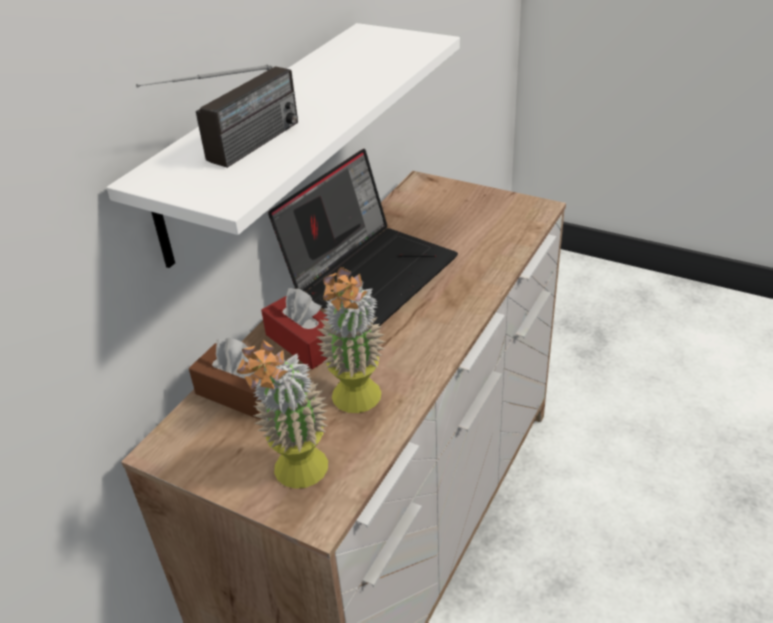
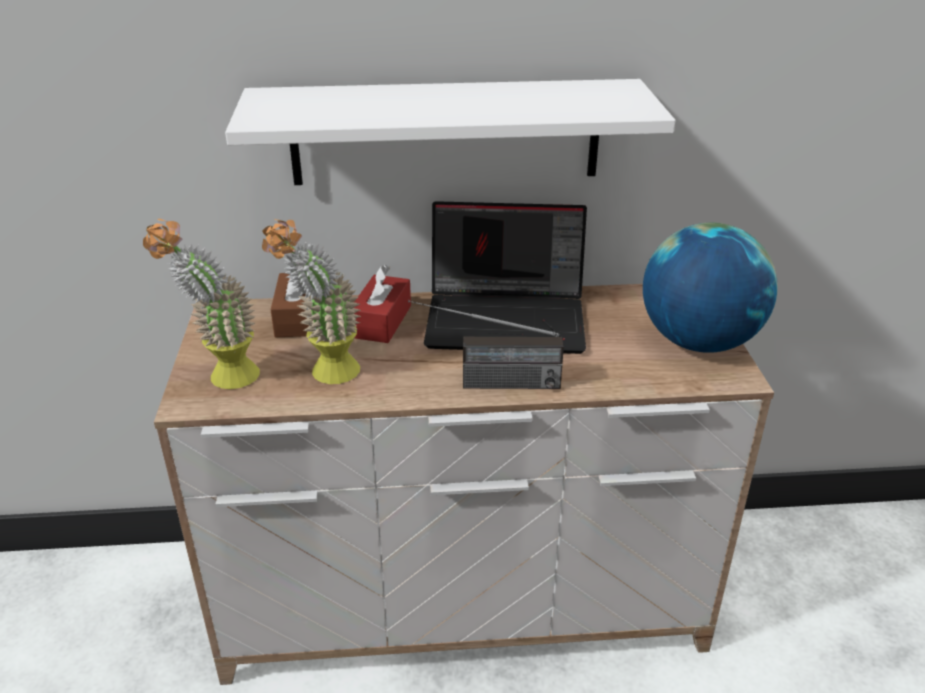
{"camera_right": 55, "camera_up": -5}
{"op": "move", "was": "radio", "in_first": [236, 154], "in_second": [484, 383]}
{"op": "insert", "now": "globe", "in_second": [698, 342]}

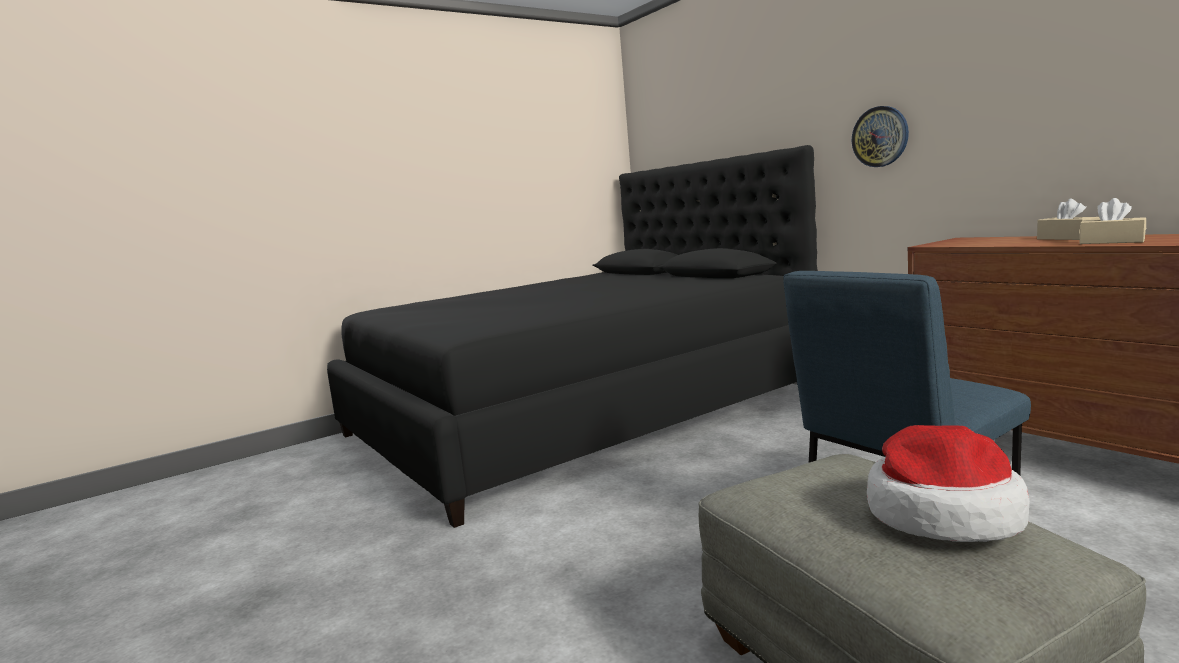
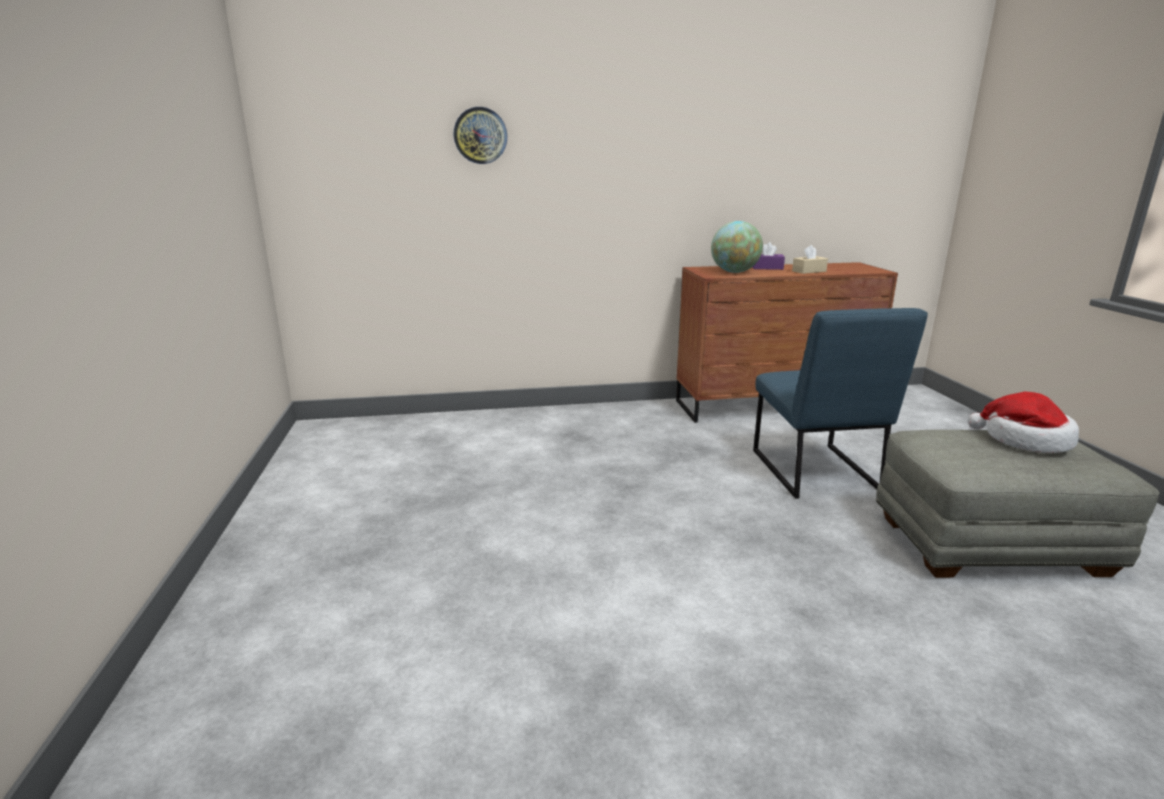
{"camera_right": -65, "camera_up": 10}
{"op": "move", "was": "wall_clock", "in_first": [880, 136], "in_second": [480, 135]}
{"op": "insert", "now": "globe", "in_second": [734, 272]}
{"op": "recolor", "was": "beige_tissue_box", "now": "purple_tissue_box", "in_first": [1067, 238], "in_second": [767, 268]}
{"op": "delete", "was": "black_bed", "in_first": [581, 414]}

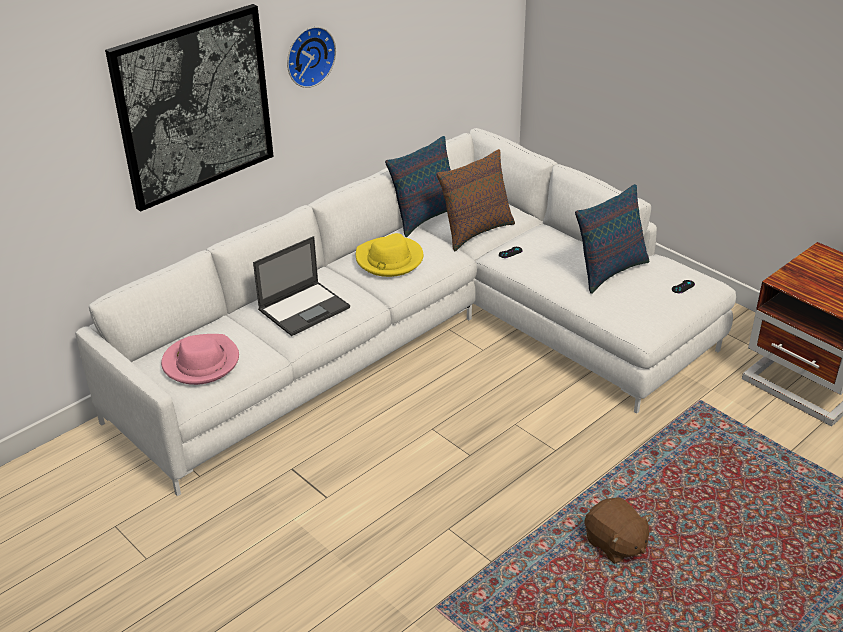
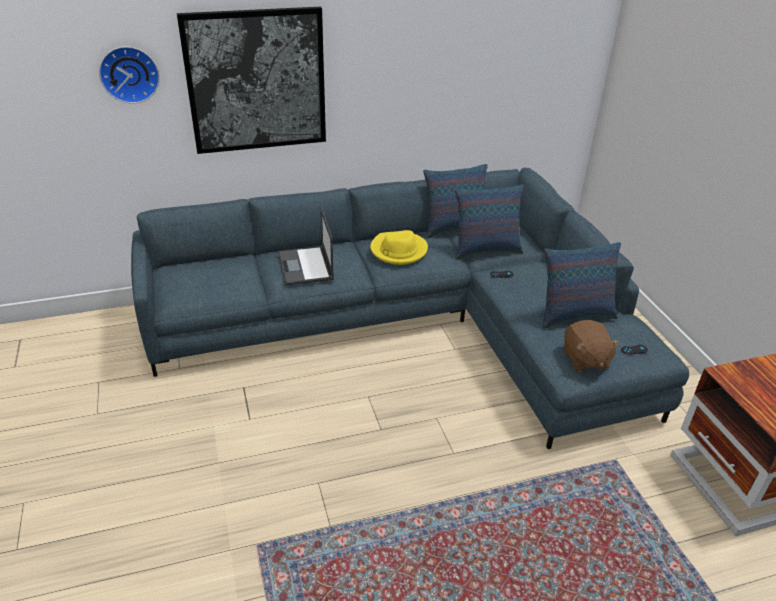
{"camera_right": 25, "camera_up": 0}
{"op": "move", "was": "wall_clock", "in_first": [308, 55], "in_second": [129, 74]}
{"op": "recolor", "was": "white_sofa", "now": "blue_sofa", "in_first": [425, 339], "in_second": [416, 325]}
{"op": "rotate", "was": "laptop", "in_first": [305, 308], "in_second": [306, 266], "clockwise": 90}
{"op": "recolor", "was": "brown_pillow", "now": "blue_pillow", "in_first": [477, 232], "in_second": [486, 251]}
{"op": "move", "was": "brown_plush_toy", "in_first": [614, 544], "in_second": [585, 360]}
{"op": "delete", "was": "pink_hat", "in_first": [201, 362]}

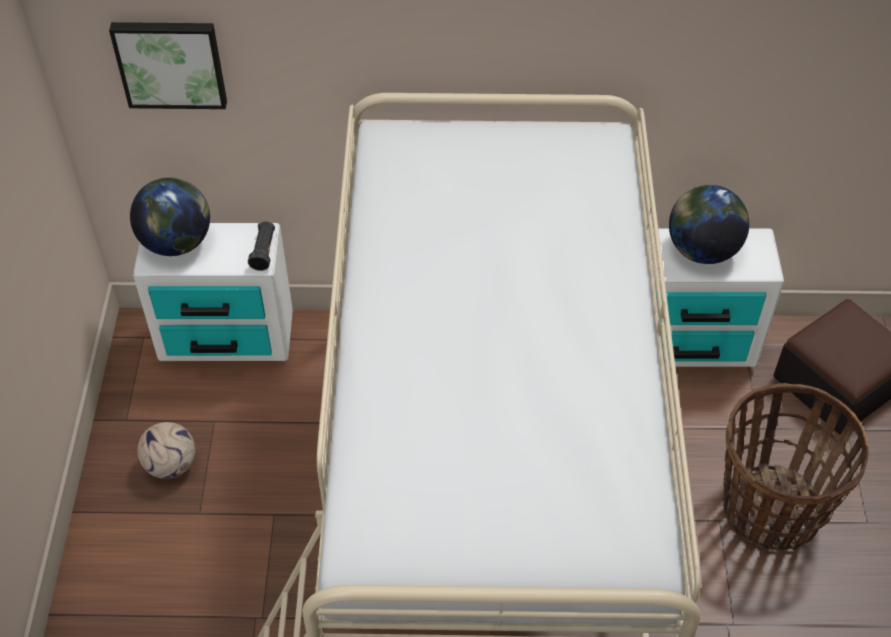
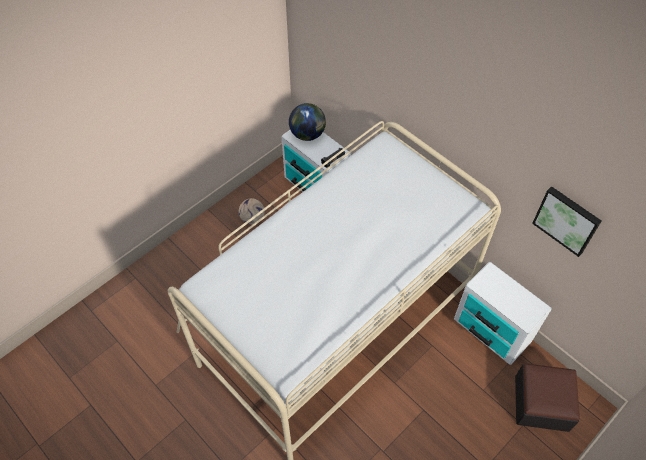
{"camera_right": 45, "camera_up": 5}
{"op": "move", "was": "picture", "in_first": [171, 62], "in_second": [567, 220]}
{"op": "delete", "was": "globe", "in_first": [702, 250]}
{"op": "delete", "was": "basket", "in_first": [770, 510]}

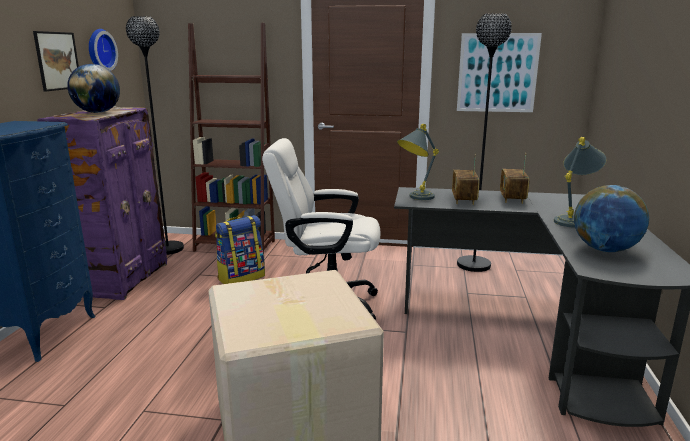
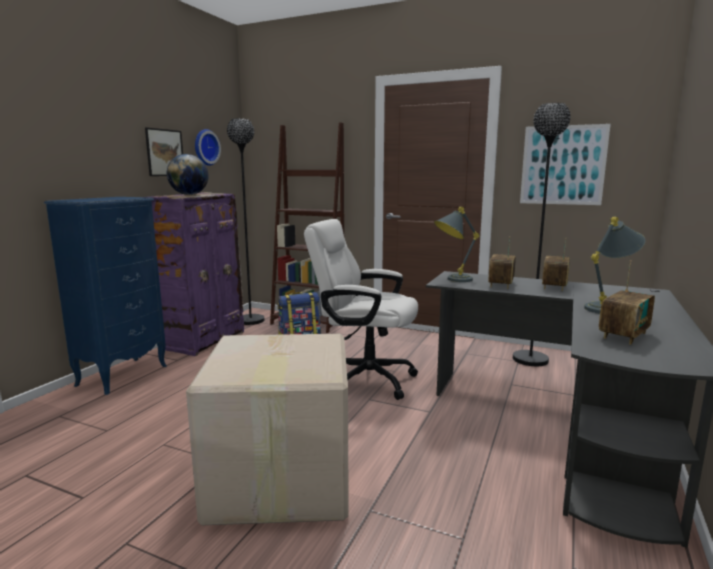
{"camera_right": 15, "camera_up": -5}
{"op": "replace", "was": "globe", "now": "radio", "in_first": [605, 249], "in_second": [623, 335]}

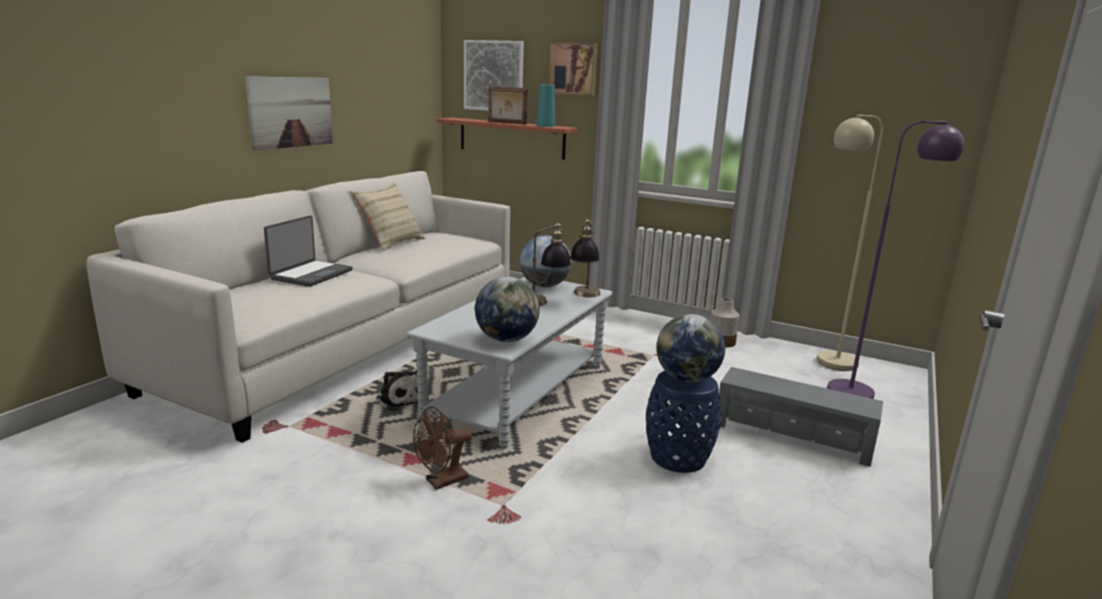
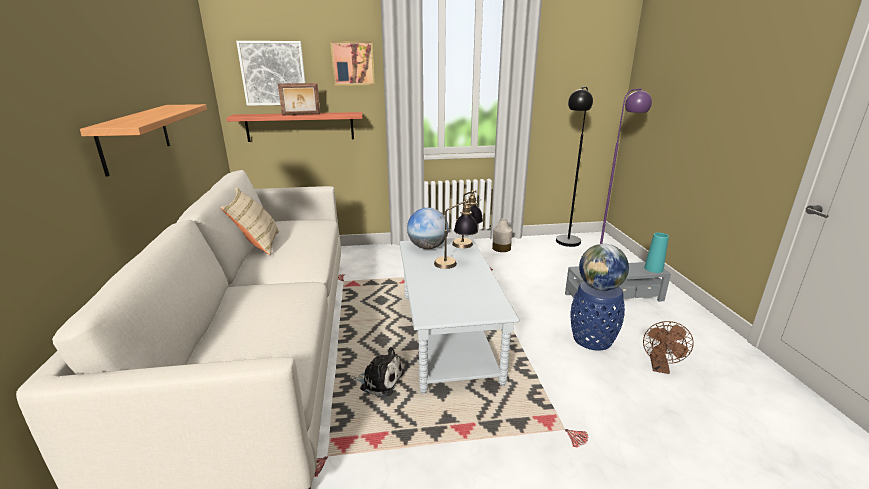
{"camera_right": -35, "camera_up": 5}
{"op": "replace", "was": "picture", "now": "shelf", "in_first": [291, 112], "in_second": [135, 137]}
{"op": "recolor", "was": "beige_floor_lamp", "now": "black_floor_lamp", "in_first": [827, 364], "in_second": [566, 244]}
{"op": "move", "was": "brown_fan", "in_first": [441, 482], "in_second": [660, 368]}
{"op": "move", "was": "turquoise_vase", "in_first": [545, 126], "in_second": [653, 269]}
{"op": "delete", "was": "laptop", "in_first": [310, 274]}
{"op": "delete", "was": "globe", "in_first": [506, 339]}

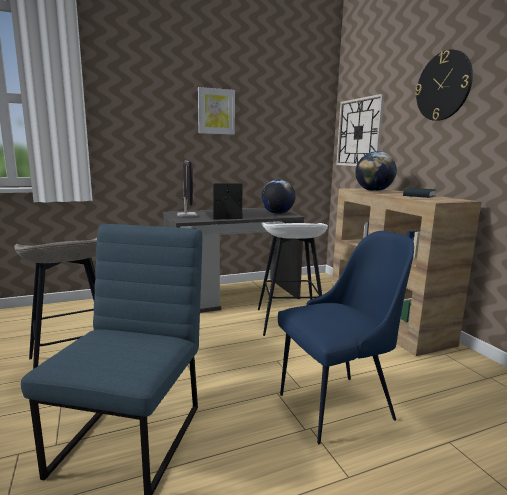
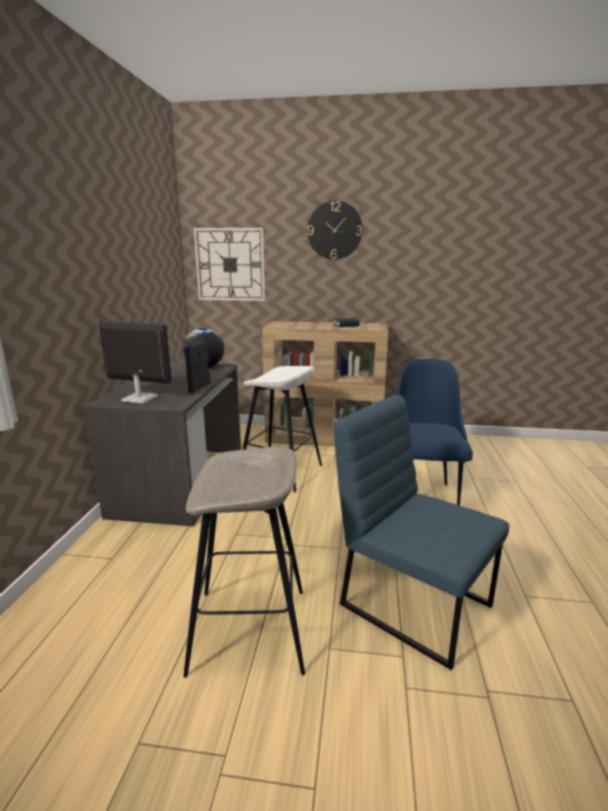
{"camera_right": -60, "camera_up": 5}
{"op": "delete", "was": "picture", "in_first": [216, 111]}
{"op": "delete", "was": "globe", "in_first": [374, 191]}

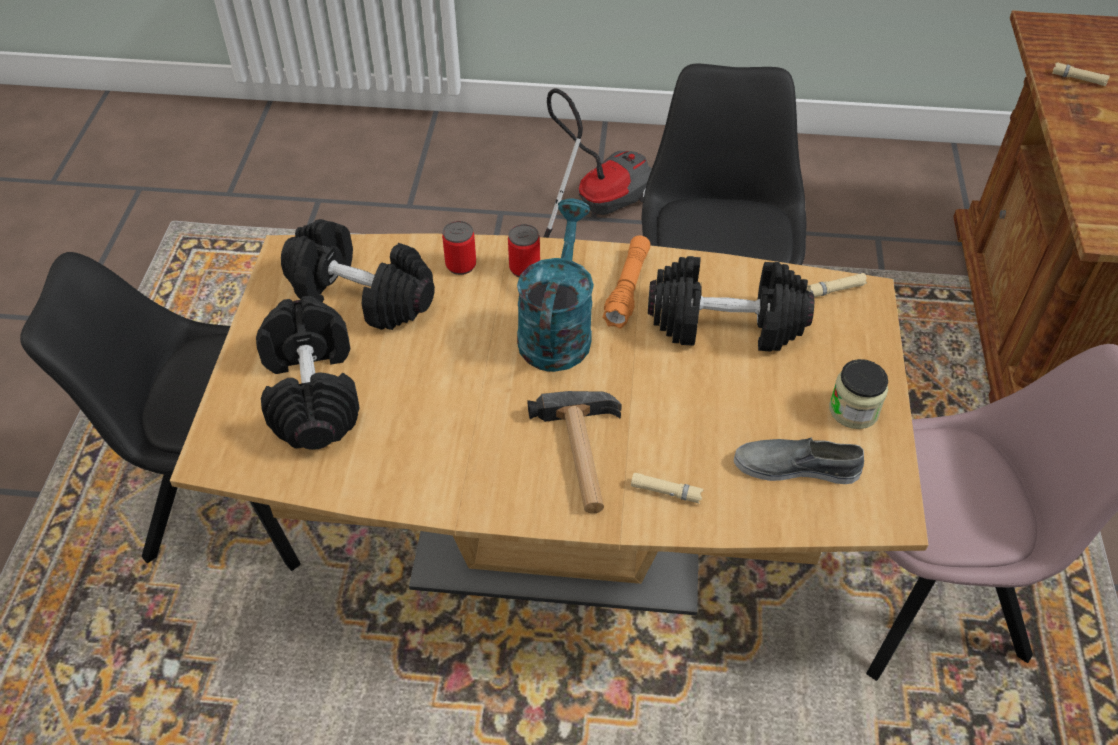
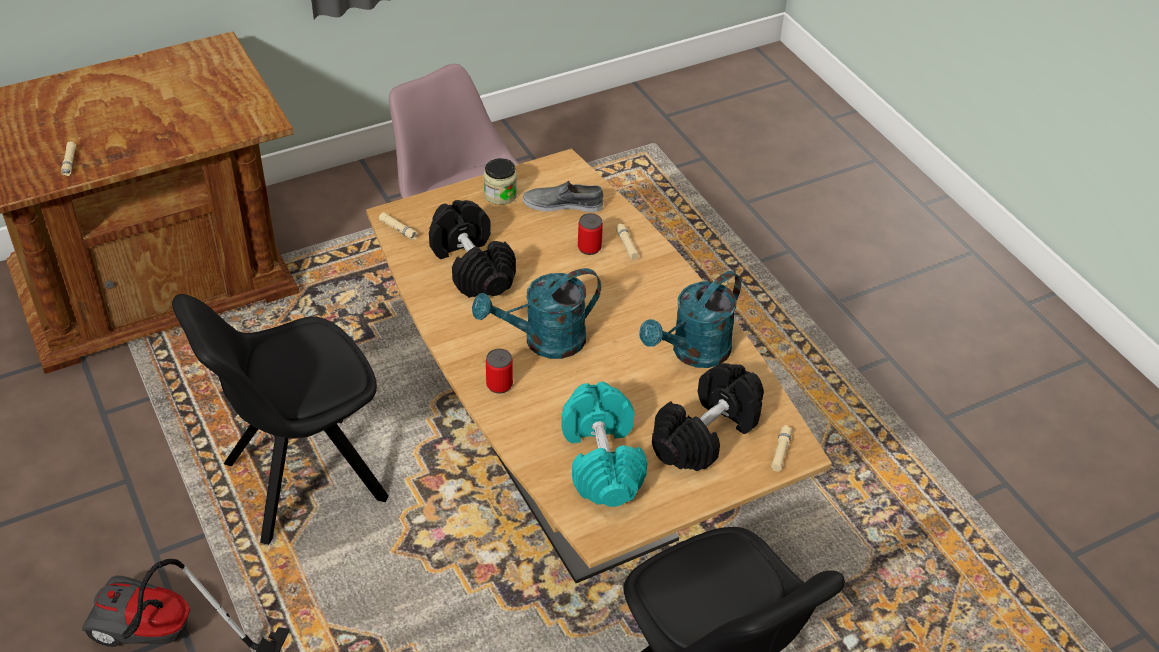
{"camera_right": -125, "camera_up": -5}
{"op": "rotate", "was": "grey_shoe", "in_first": [796, 466], "in_second": [563, 204], "clockwise": 120}
{"op": "recolor", "was": "black_dumbbell", "now": "turquoise_dumbbell", "in_first": [360, 296], "in_second": [603, 461]}
{"op": "move", "was": "can", "in_first": [461, 265], "in_second": [589, 247]}
{"op": "insert", "now": "turquoise_watering_can", "in_second": [693, 353]}
{"op": "insert", "now": "beige_flashlight", "in_second": [780, 451]}
{"op": "delete", "was": "hammer", "in_first": [583, 457]}
{"op": "delete", "was": "orange_flashlight", "in_first": [627, 288]}

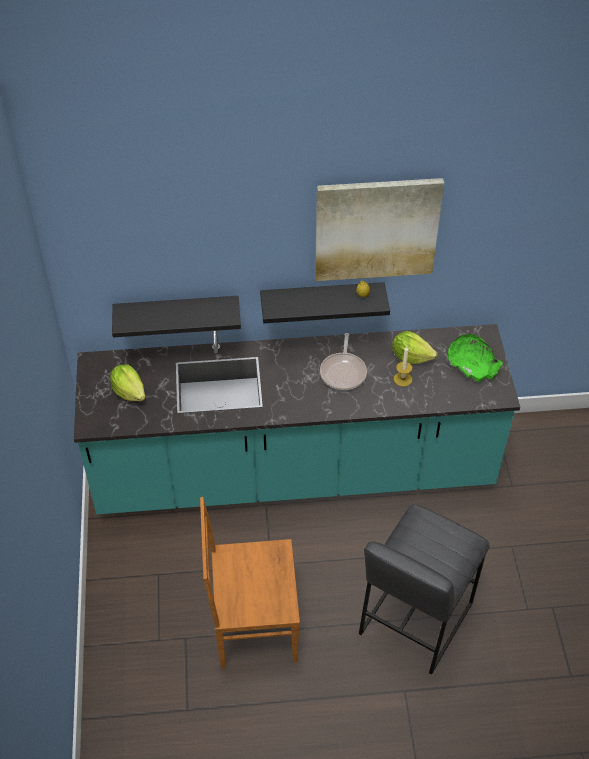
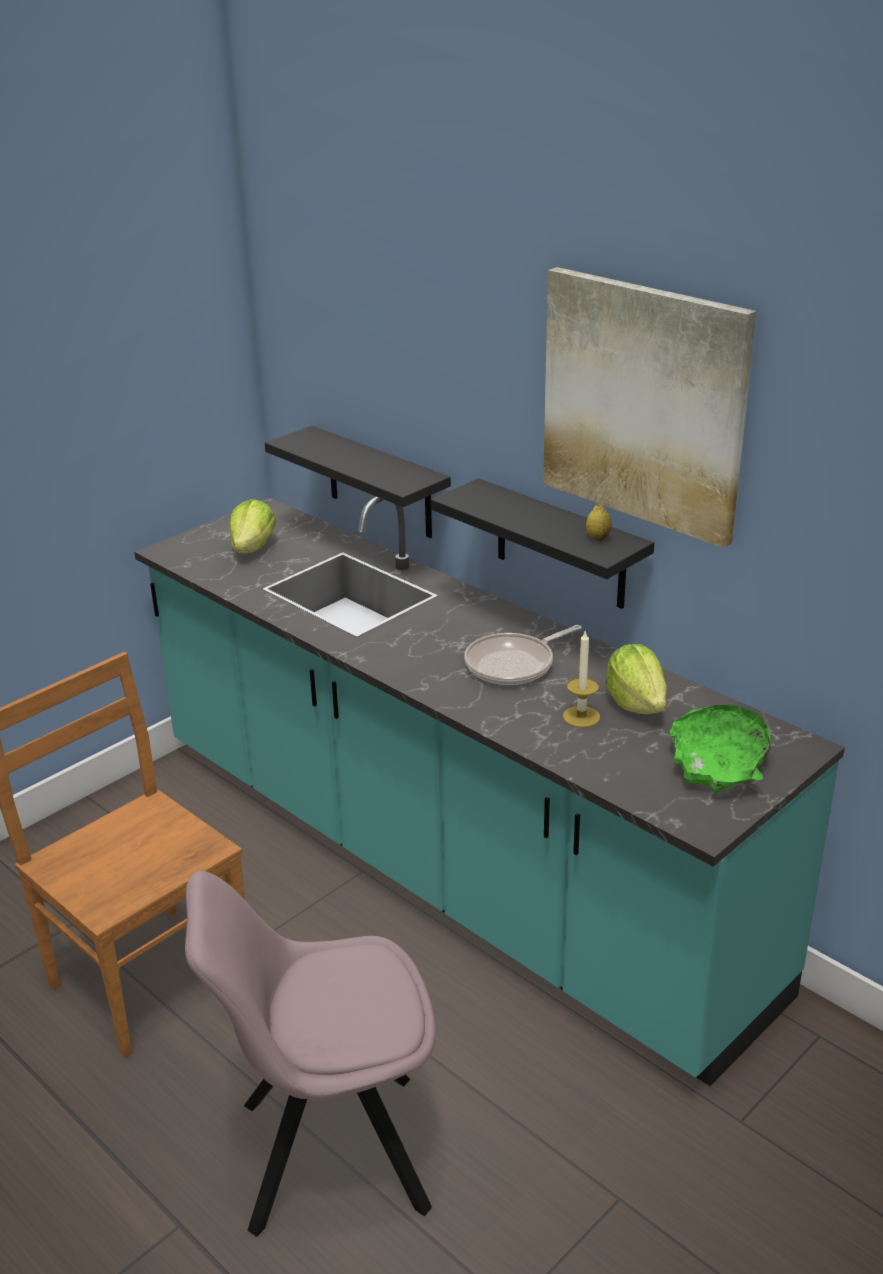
{"camera_right": 50, "camera_up": -20}
{"op": "replace", "was": "grey_stool", "now": "pink_chair", "in_first": [415, 619], "in_second": [331, 1153]}

